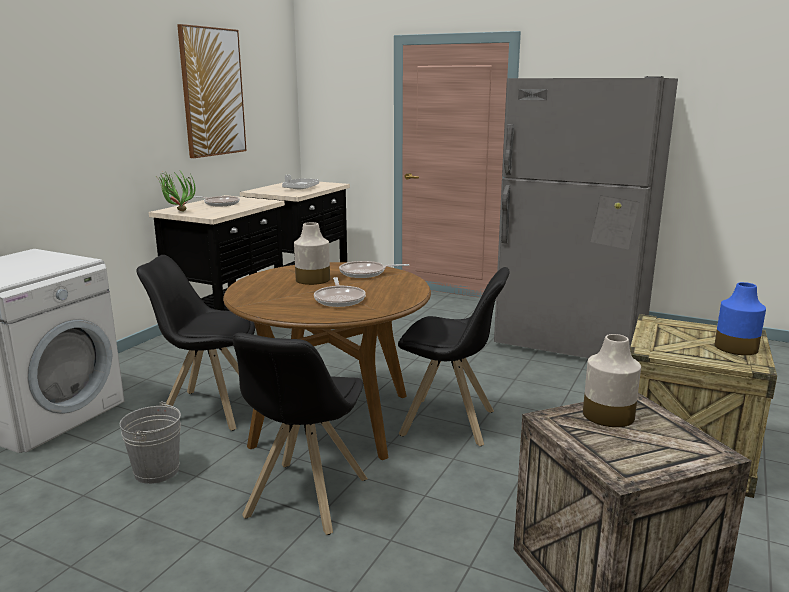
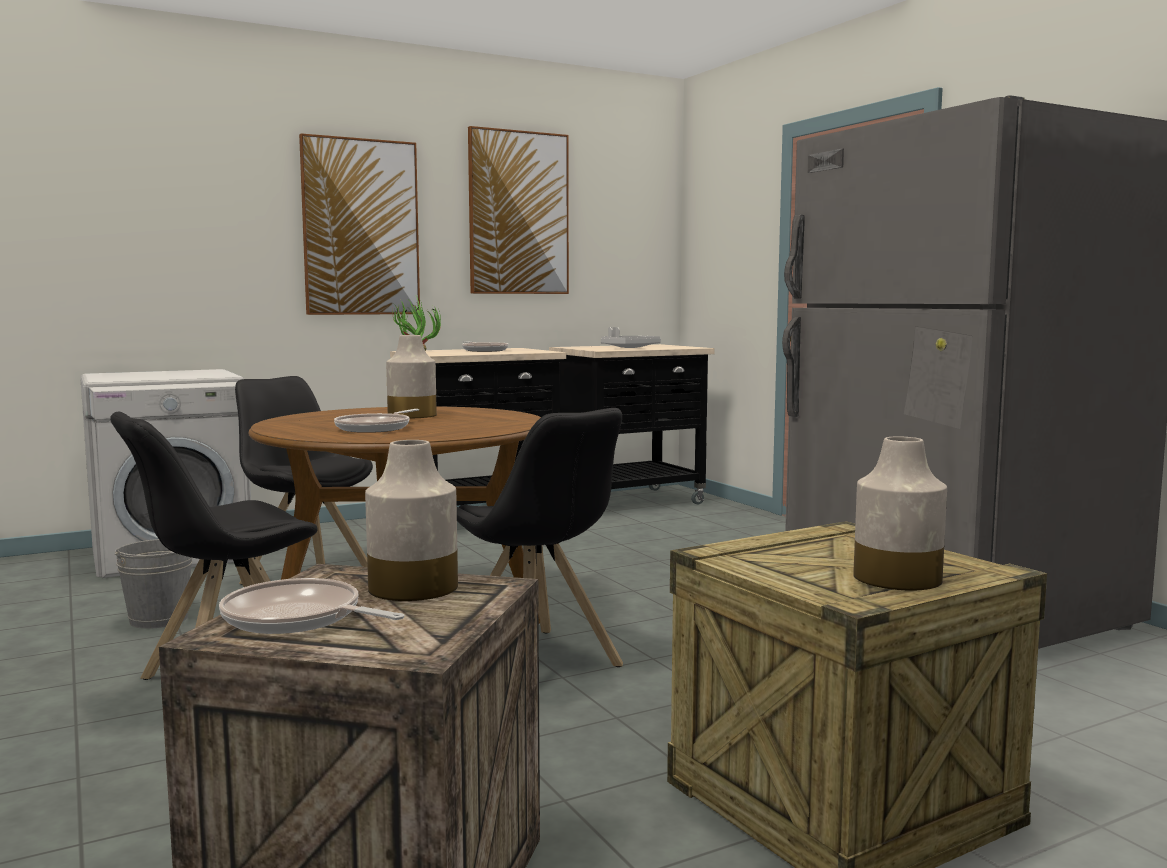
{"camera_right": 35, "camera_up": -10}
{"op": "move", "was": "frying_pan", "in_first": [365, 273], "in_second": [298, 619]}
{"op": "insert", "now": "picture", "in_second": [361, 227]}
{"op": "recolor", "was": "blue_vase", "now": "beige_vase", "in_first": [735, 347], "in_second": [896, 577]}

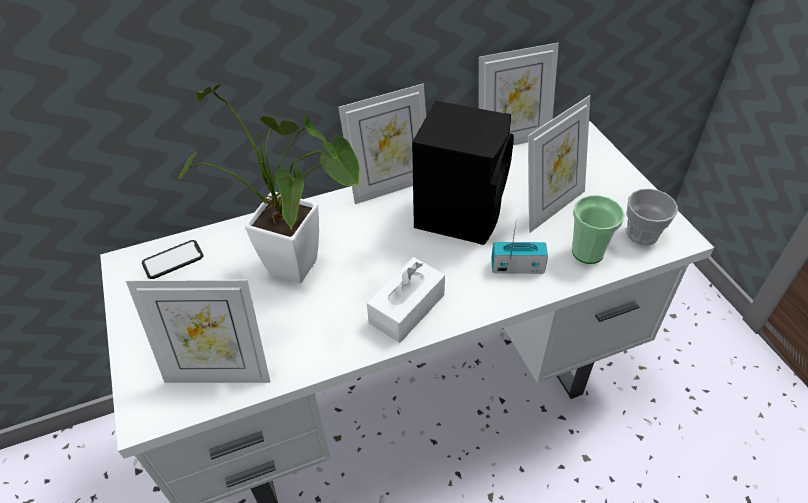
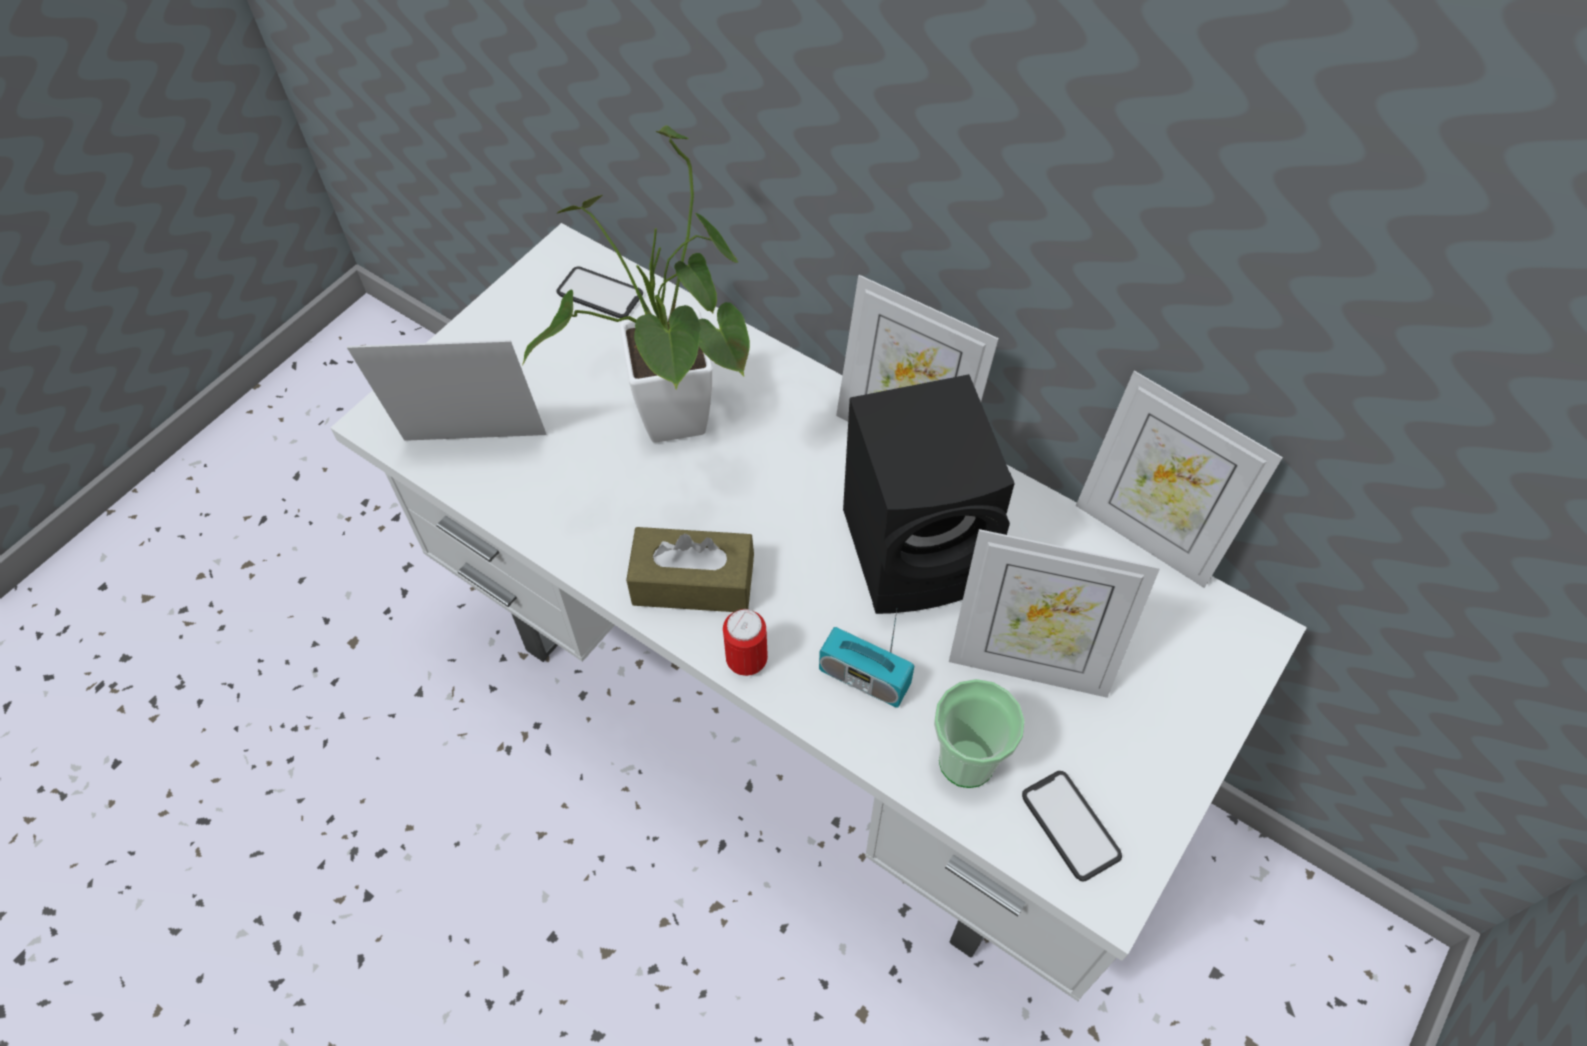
{"camera_right": 55, "camera_up": 10}
{"op": "rotate", "was": "picture_frame", "in_first": [219, 372], "in_second": [474, 448], "clockwise": 120}
{"op": "recolor", "was": "white_tissue_box", "now": "brown_tissue_box", "in_first": [407, 309], "in_second": [693, 582]}
{"op": "insert", "now": "can", "in_second": [746, 660]}
{"op": "rotate", "was": "radio", "in_first": [517, 267], "in_second": [864, 678], "clockwise": 150}
{"op": "replace", "was": "cup", "now": "phone", "in_first": [642, 234], "in_second": [1070, 825]}

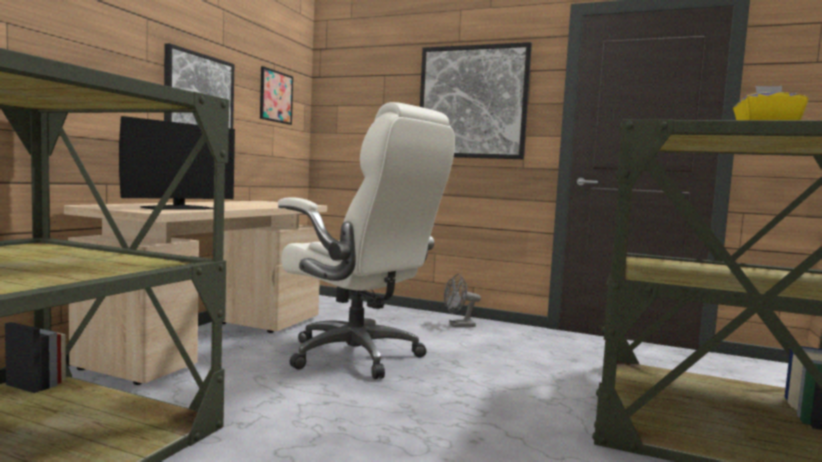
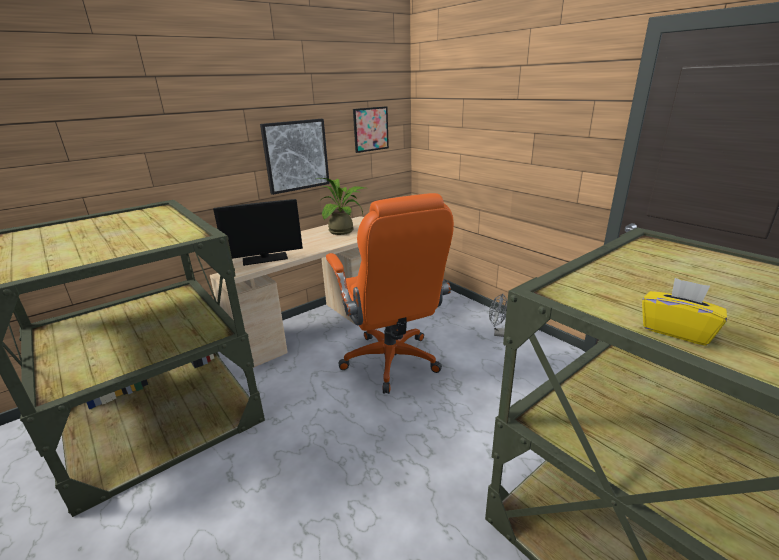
{"camera_right": 30, "camera_up": 20}
{"op": "insert", "now": "potted_plant", "in_second": [344, 231]}
{"op": "recolor", "was": "white_office_chair", "now": "orange_office_chair", "in_first": [357, 356], "in_second": [391, 362]}
{"op": "delete", "was": "picture", "in_first": [472, 102]}

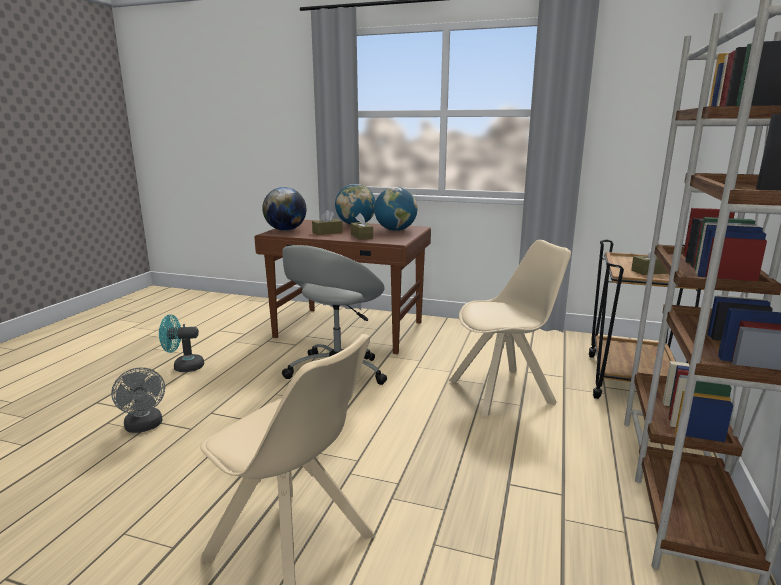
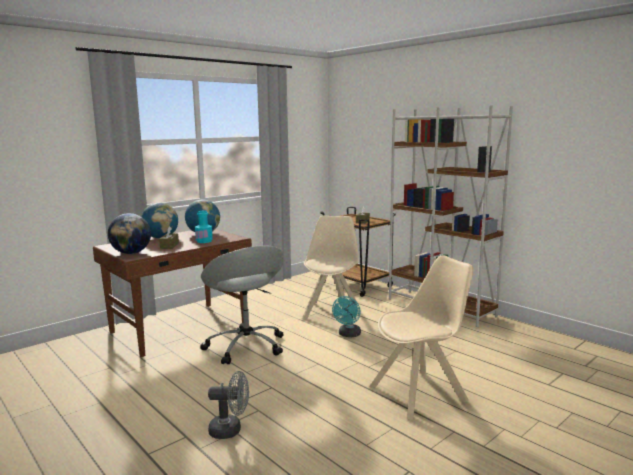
{"camera_right": -60, "camera_up": -5}
{"op": "replace", "was": "brown_tissue_box", "now": "turquoise_bottle", "in_first": [361, 236], "in_second": [204, 241]}
{"op": "move", "was": "turquoise_fan", "in_first": [183, 367], "in_second": [348, 335]}

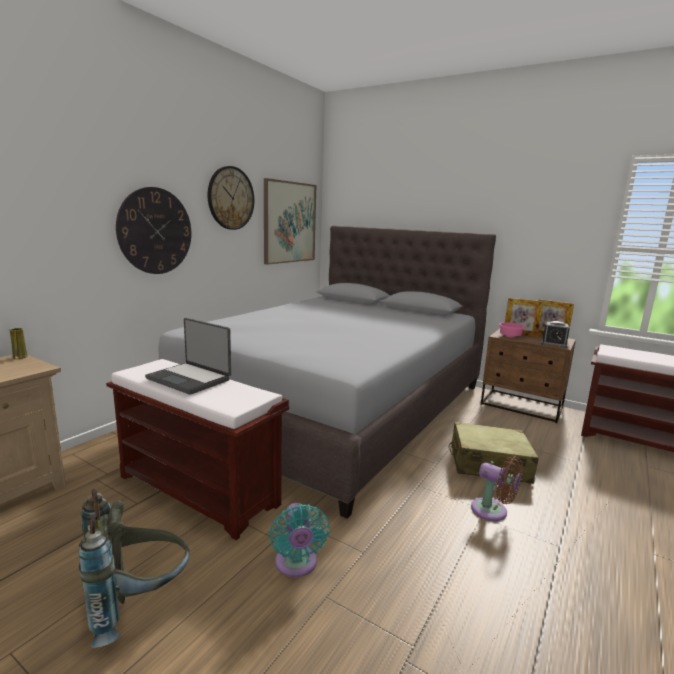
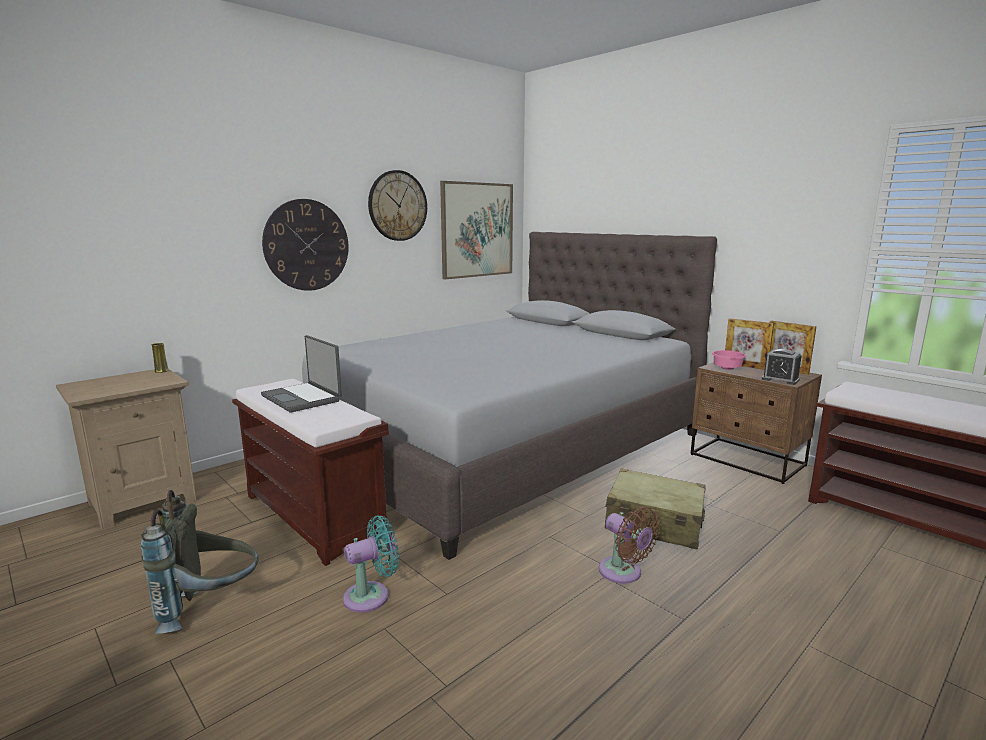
{"camera_right": 15, "camera_up": 0}
{"op": "rotate", "was": "turquoise_fan", "in_first": [296, 565], "in_second": [371, 596], "clockwise": -120}

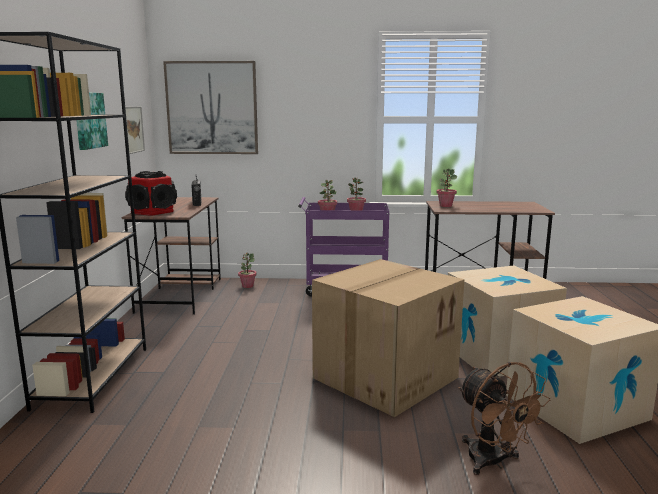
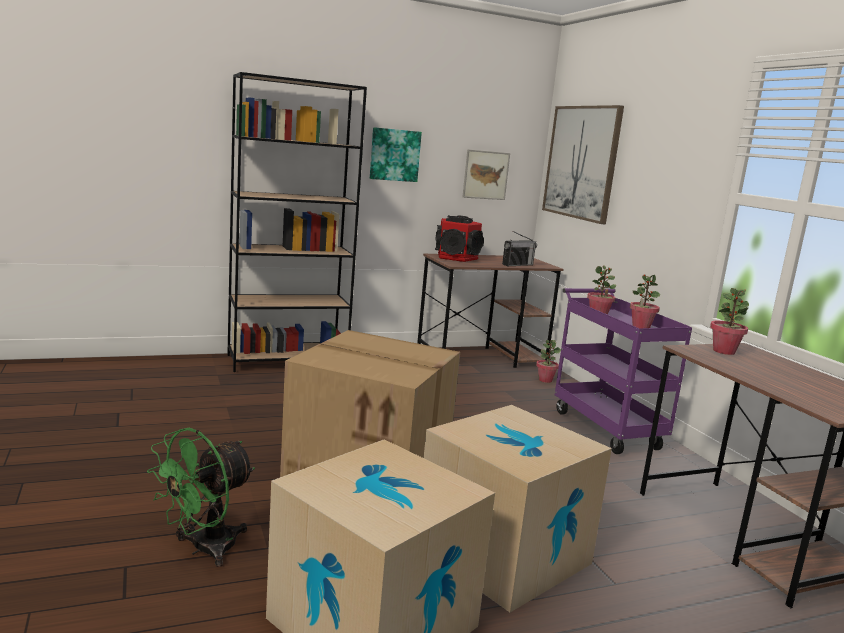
{"camera_right": 65, "camera_up": 0}
{"op": "recolor", "was": "brown_fan", "now": "green_fan", "in_first": [493, 462], "in_second": [204, 549]}

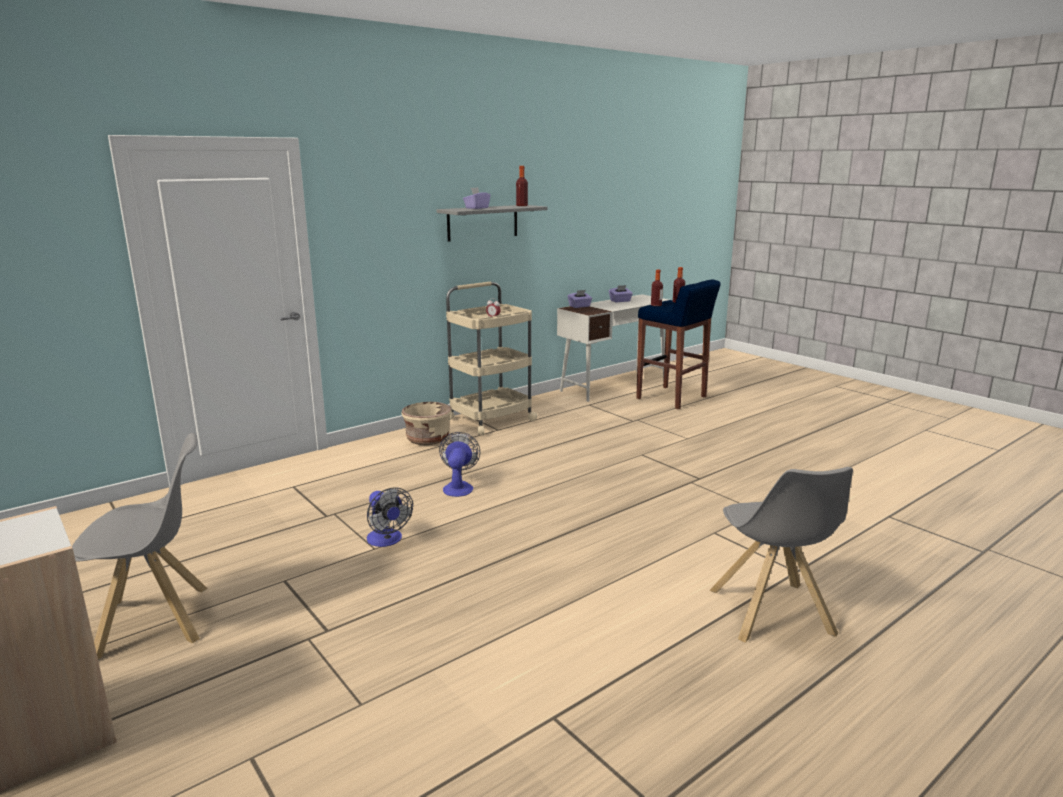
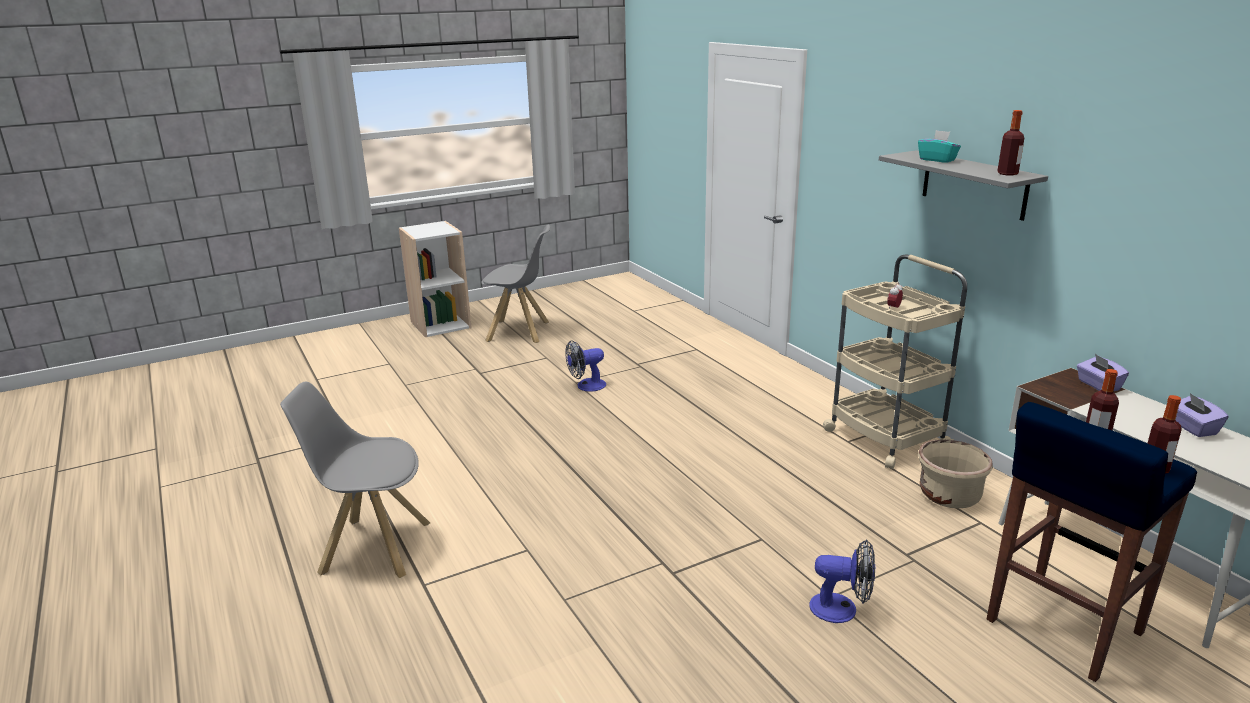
{"camera_right": 100, "camera_up": 5}
{"op": "rotate", "was": "grey_chair", "in_first": [157, 621], "in_second": [520, 331], "clockwise": -75}
{"op": "move", "was": "fan", "in_first": [458, 487], "in_second": [842, 609]}
{"op": "recolor", "was": "purple_tissue_box", "now": "turquoise_tissue_box", "in_first": [476, 208], "in_second": [937, 160]}
{"op": "move", "was": "beige_planter", "in_first": [427, 440], "in_second": [949, 496]}

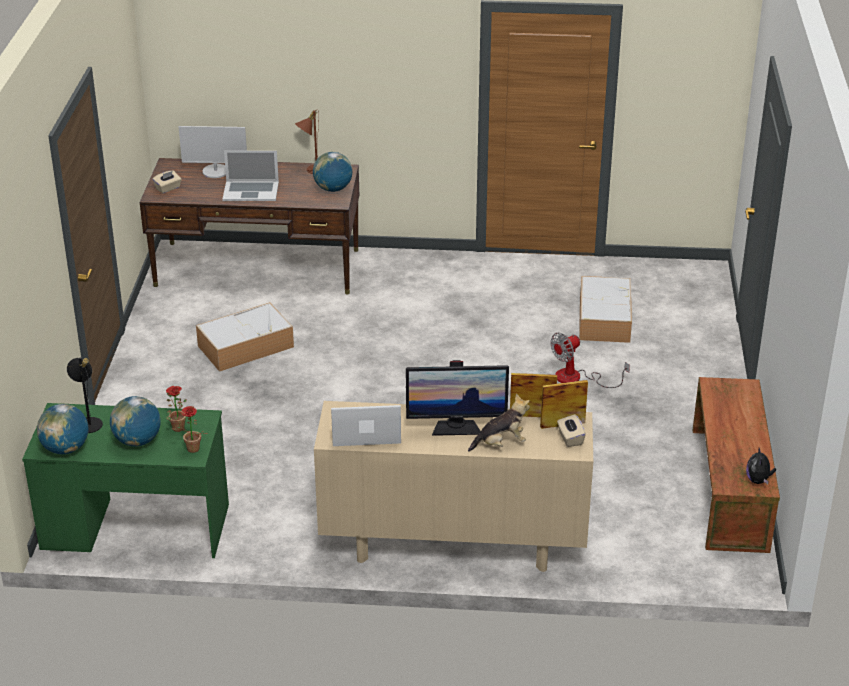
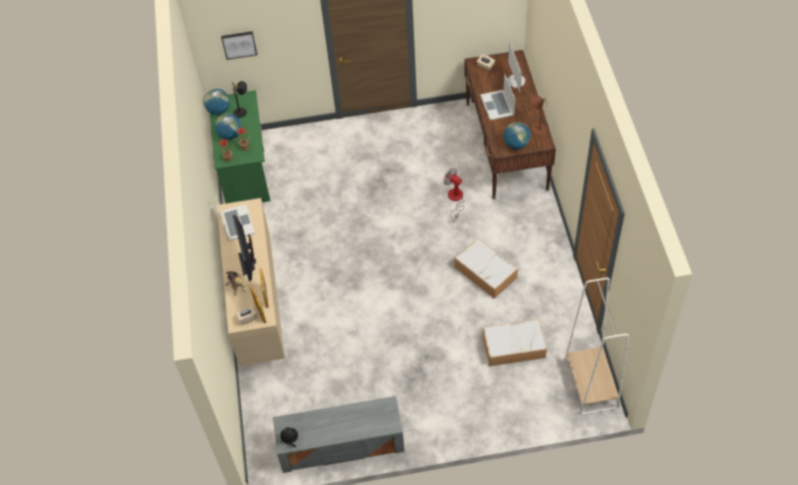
{"camera_right": 80, "camera_up": 20}
{"op": "insert", "now": "picture", "in_second": [239, 44]}
{"op": "recolor", "was": "brown_bench", "now": "grey_bench", "in_first": [731, 489], "in_second": [340, 445]}
{"op": "move", "was": "fan", "in_first": [577, 378], "in_second": [455, 199]}
{"op": "move", "was": "storage_box", "in_first": [246, 346], "in_second": [486, 272]}
{"op": "insert", "now": "clothes_rack", "in_second": [590, 384]}

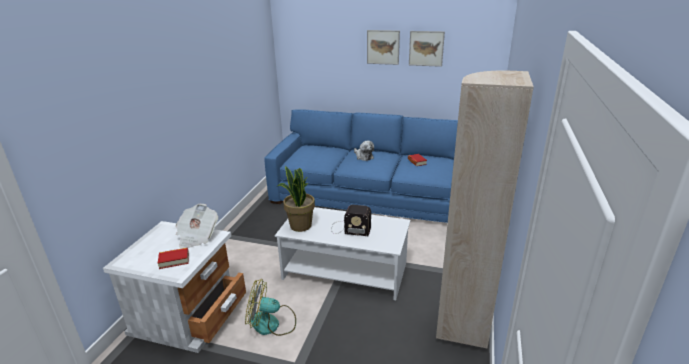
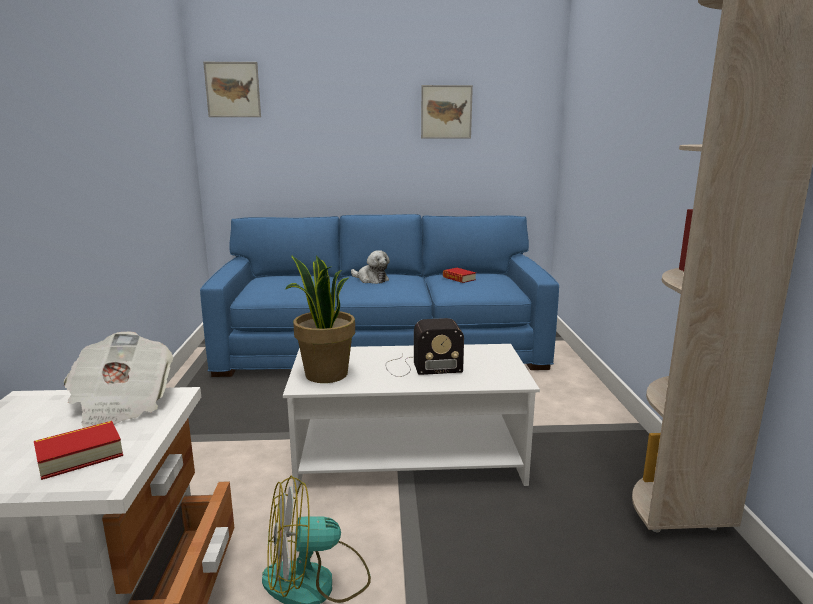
{"camera_right": -20, "camera_up": -10}
{"op": "move", "was": "picture", "in_first": [383, 47], "in_second": [233, 90]}

